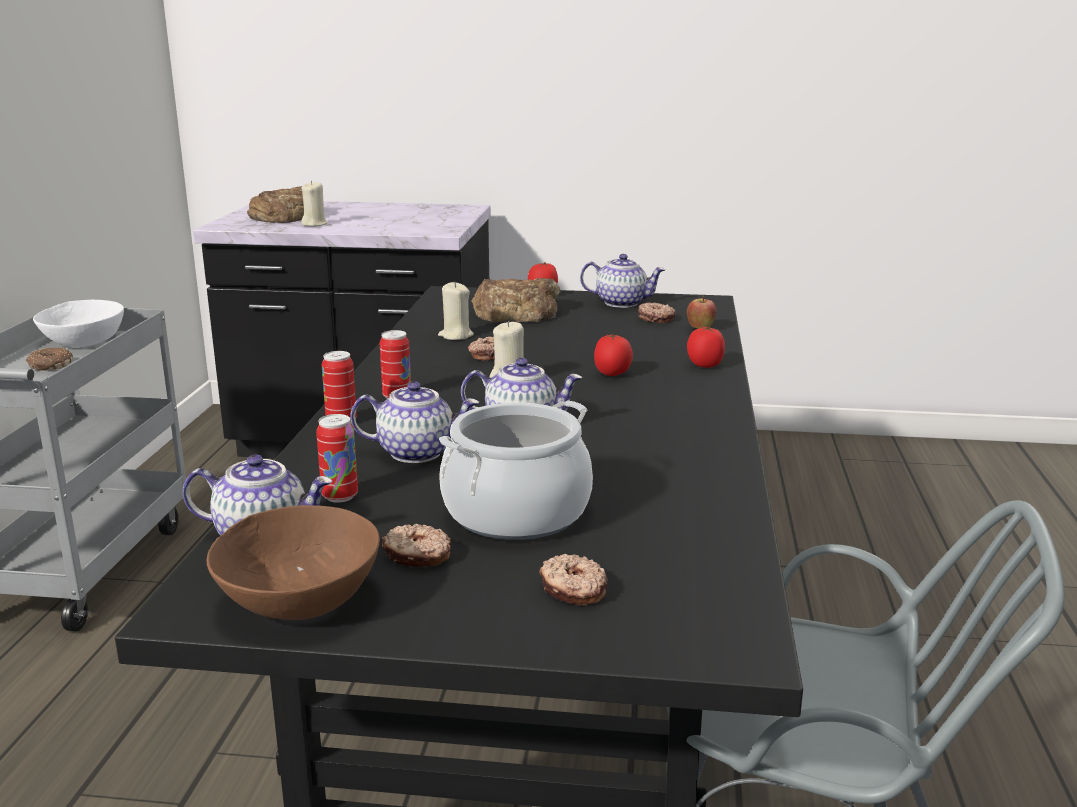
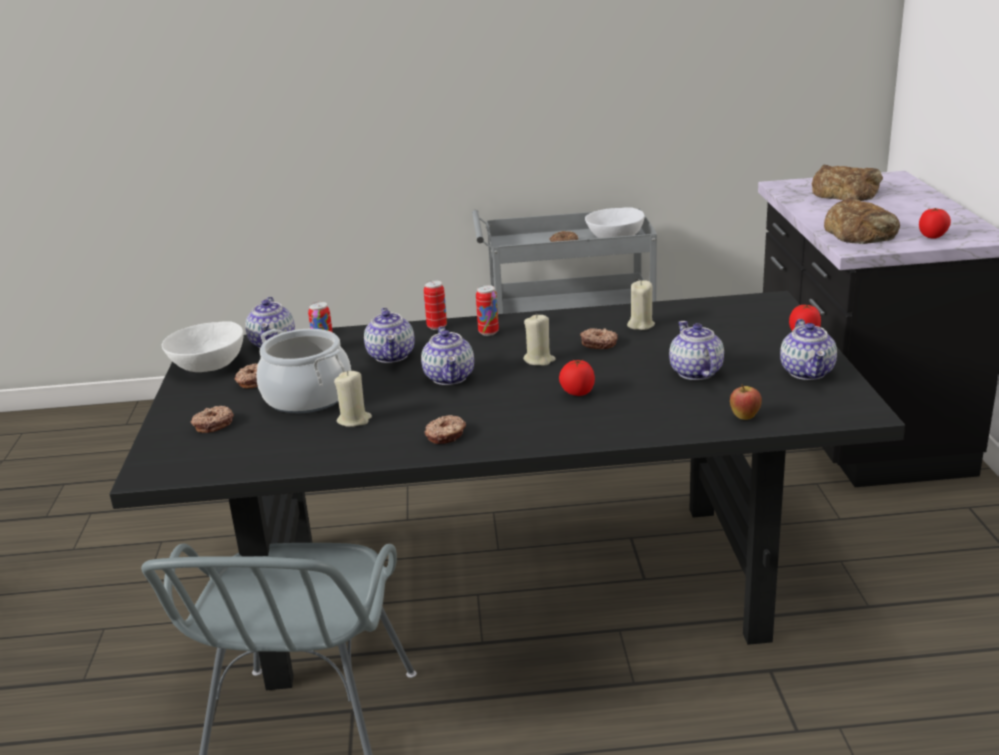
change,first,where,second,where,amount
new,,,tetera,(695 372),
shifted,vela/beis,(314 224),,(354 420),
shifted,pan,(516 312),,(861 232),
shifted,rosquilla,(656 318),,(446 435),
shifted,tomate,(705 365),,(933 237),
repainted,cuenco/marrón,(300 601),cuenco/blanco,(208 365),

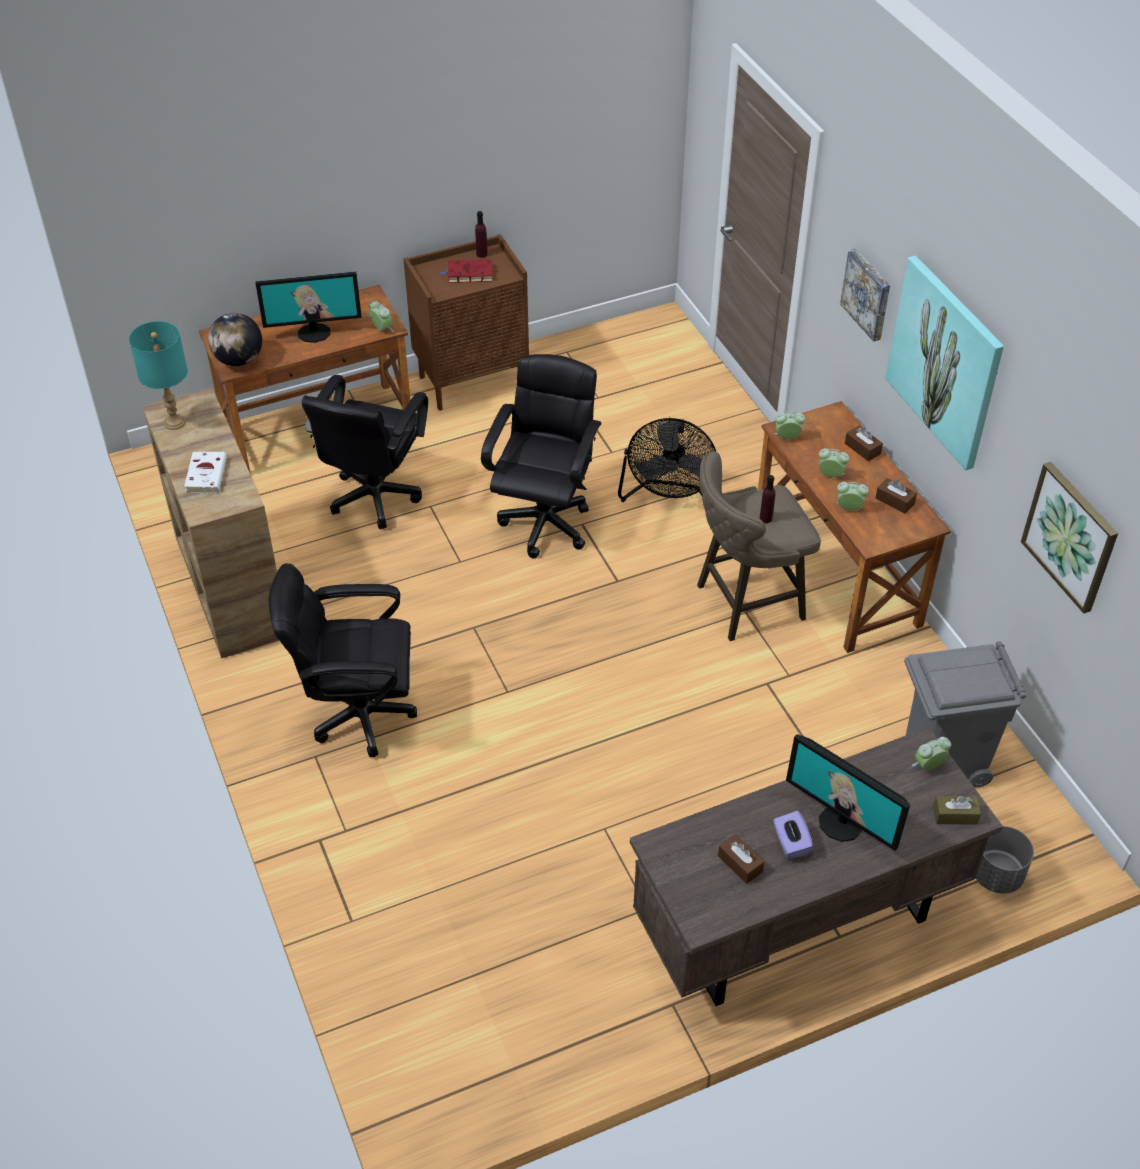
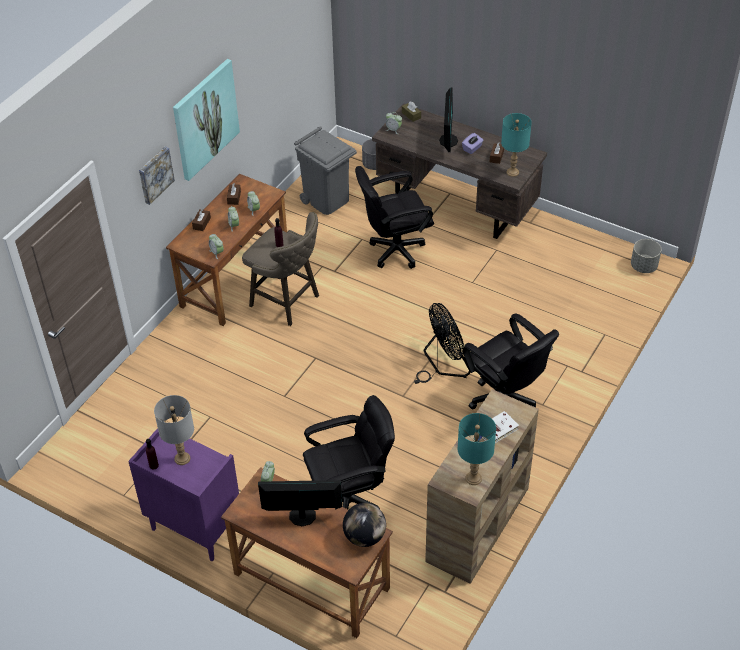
change,first,where,second,where,amount
gone,cuadro,(1070 536),,,
new,,,lámpara de mesa/turquesa,(512 172),
new,,,maceta/gris,(644 266),
shifted,silla de oficina/negro,(546 521),,(394 253),
shifted,ventilador/negro,(667 493),,(440 361),
swapped,libro/rojo,(468 274),lámpara de mesa/gris,(182 458),
repainted,armario/marrón,(472 381),armario/morado,(194 527),
rotated,monitor,(314 332),,(302 516),45 degrees counterclockwise

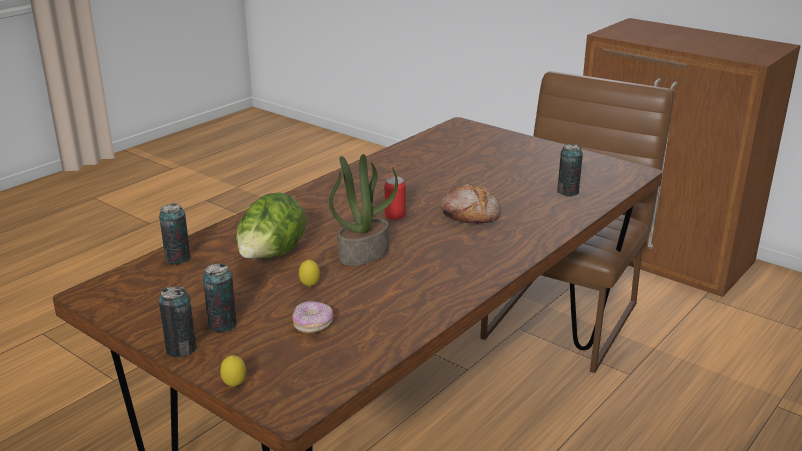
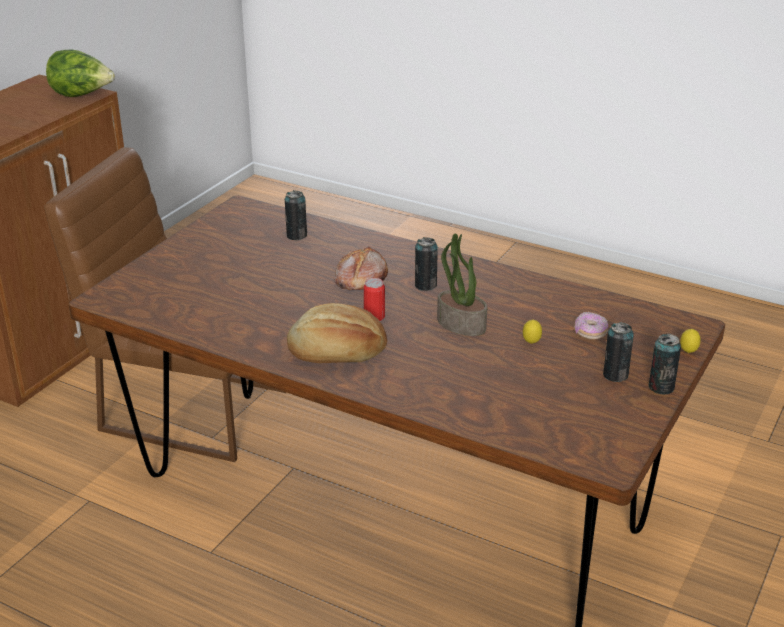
change,first,where,second,where,amount
new,,,pan,(337 354),
shifted,lata,(177 259),,(425 285),
shifted,lechuga,(271 257),,(82 95),

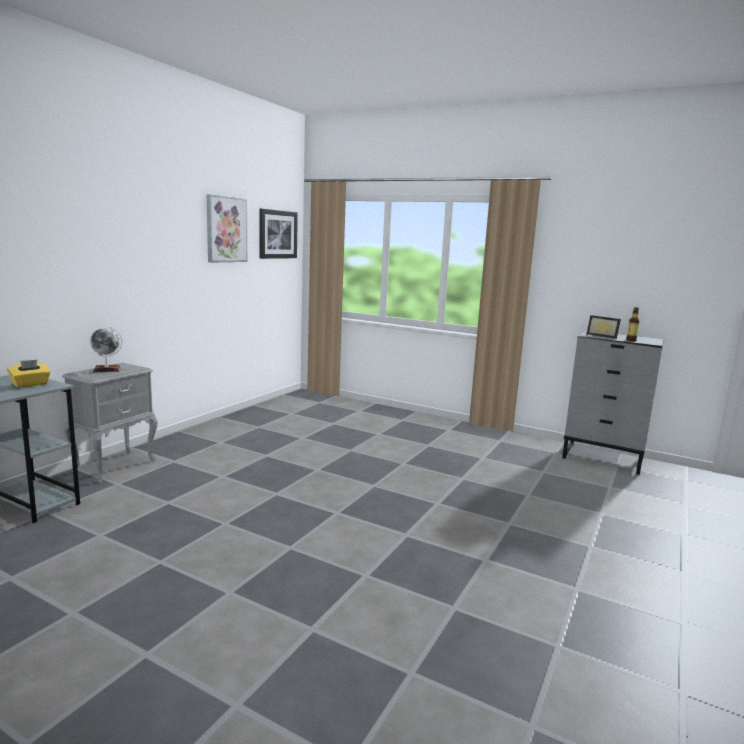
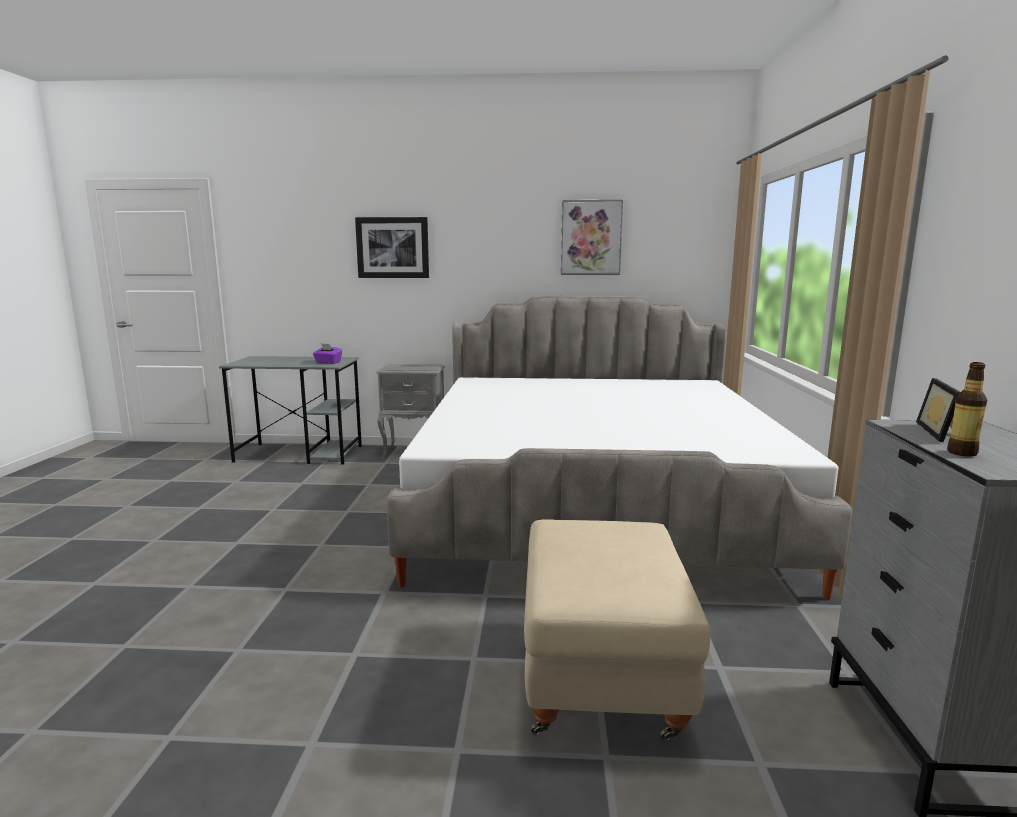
change,first,where,second,where,amount
gone,globo terráqueo,(107 370),,,
new,,,cama,(593 503),
new,,,puf/beis,(603 678),
shifted,cuadro,(277 234),,(392 247),
repainted,caja de pañuelos/amarillo,(30 384),caja de pañuelos/morado,(328 362),

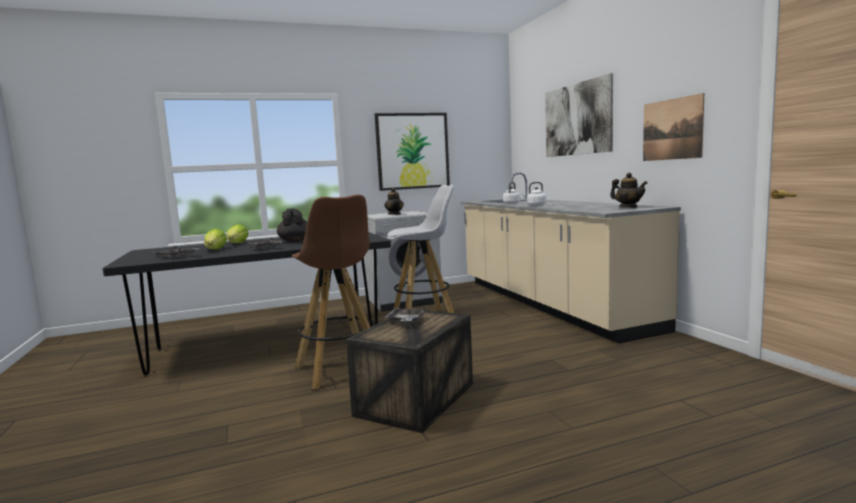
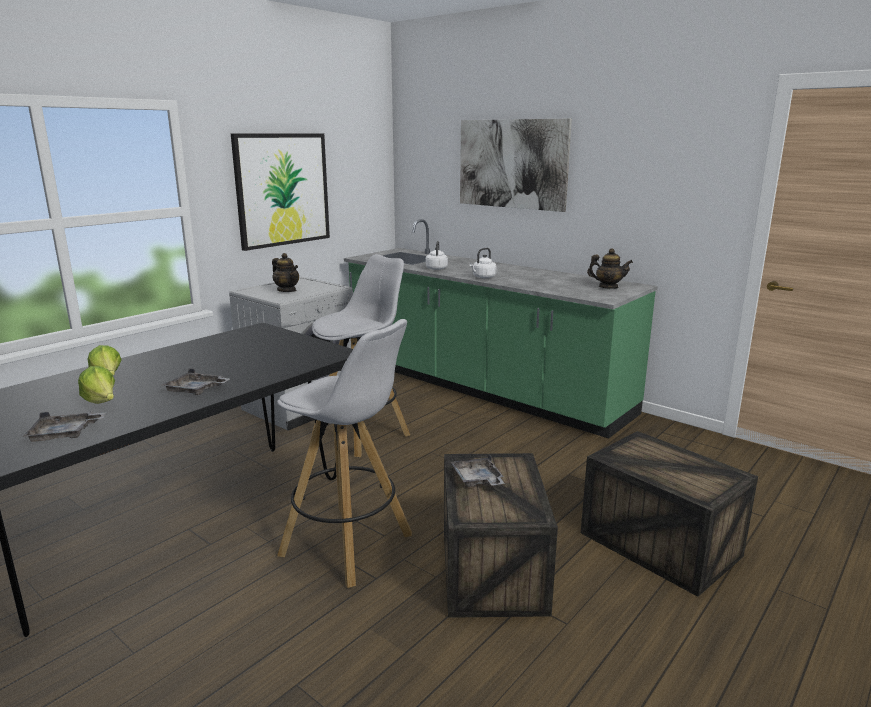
change,first,where,second,where,amount
gone,tetera/negro,(295 241),,,
gone,cuadro,(671 129),,,
new,,,caja de embalaje,(662 545),
repainted,taburete/marrón,(341 370),taburete/blanco,(348 545),
repainted,mueble bajo de cocina/beis,(548 303),mueble bajo de cocina/verde,(482 387),

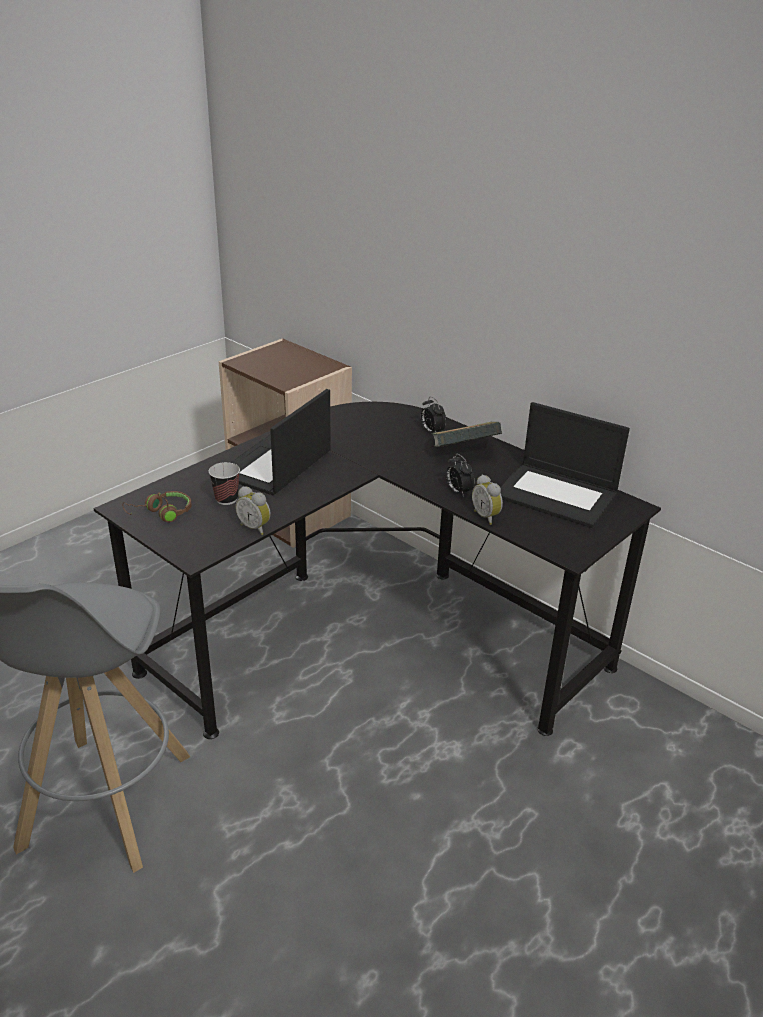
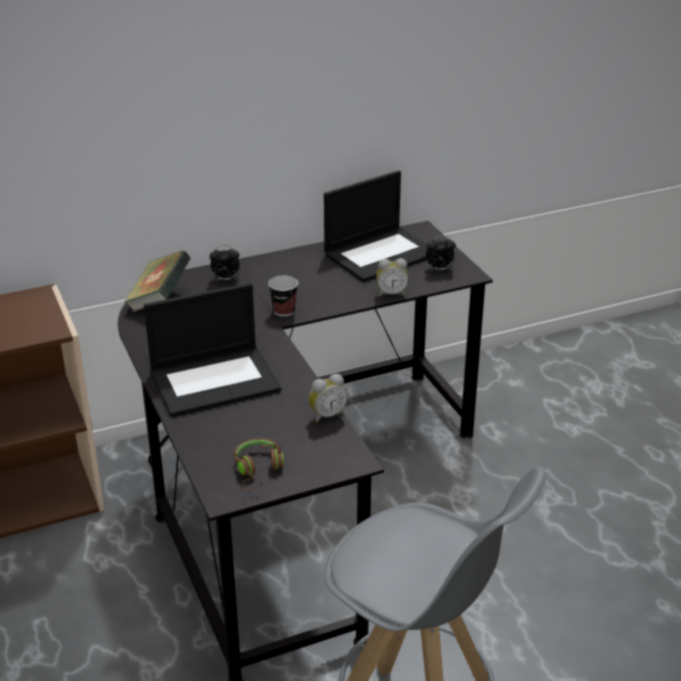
change,first,where,second,where,amount
shifted,taza,(226 499),,(284 311),
shifted,libro,(464 452),,(159 300),
shifted,despertador,(458 491),,(439 270),
rotated,portátil,(275 465),,(216 380),75 degrees counterclockwise

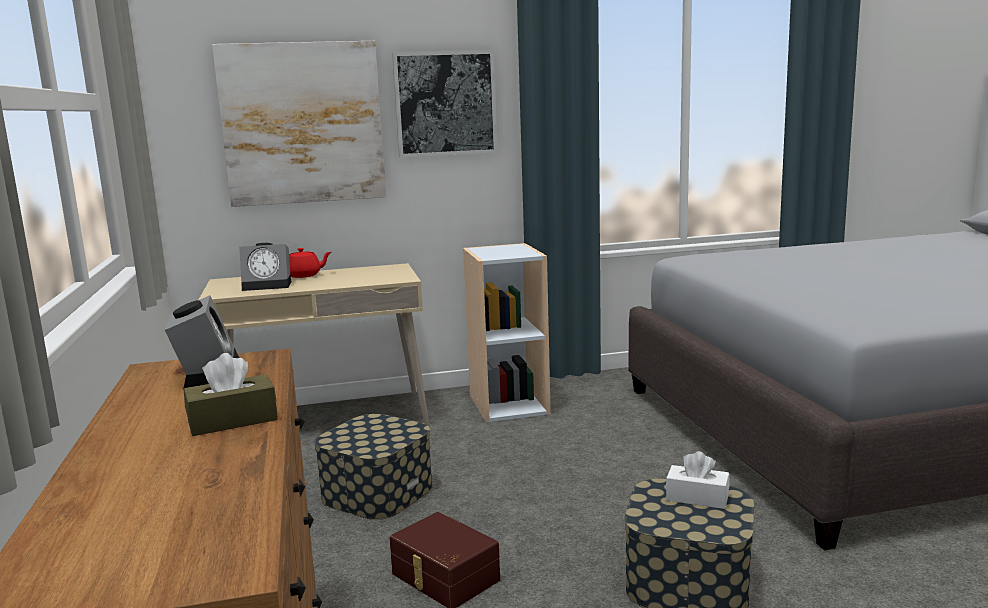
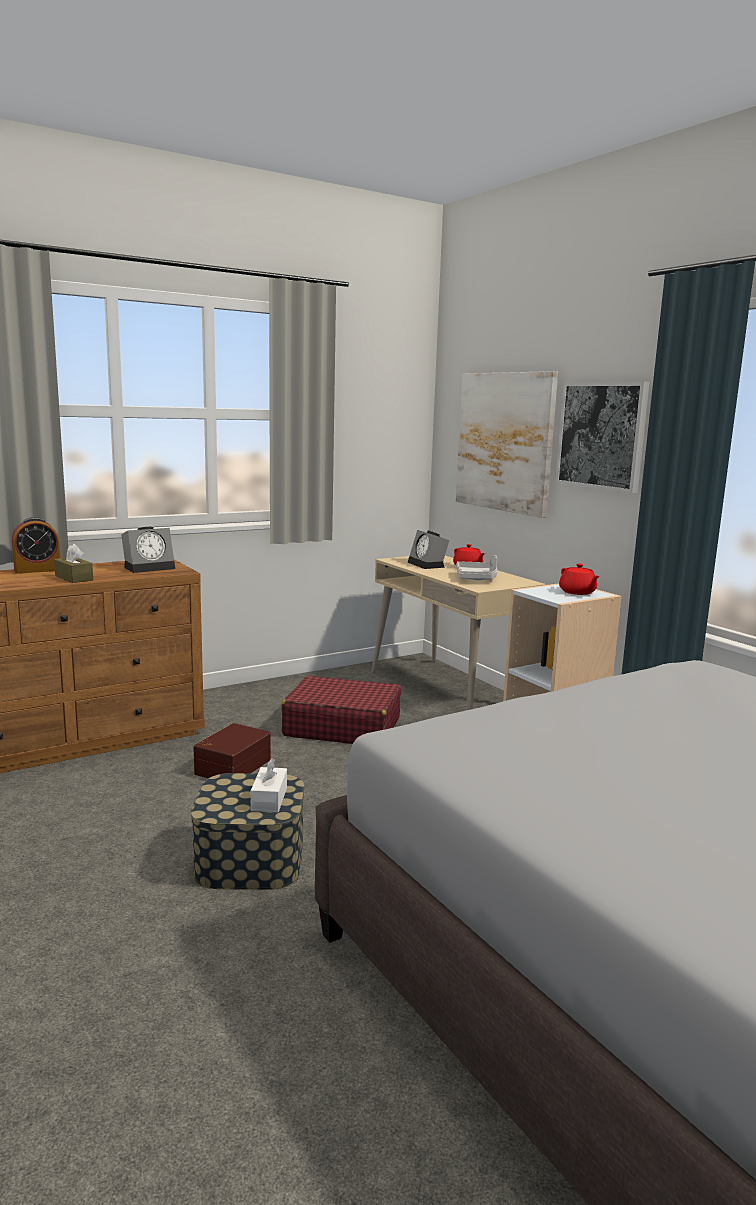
change,first,where,second,where,amount
new,,,despertador,(37 570),
new,,,bandeja/gris,(476 578),
new,,,tetera/rojo,(577 592),
swapped,caja de almacenaje,(377 492),maleta/rojo,(342 727),

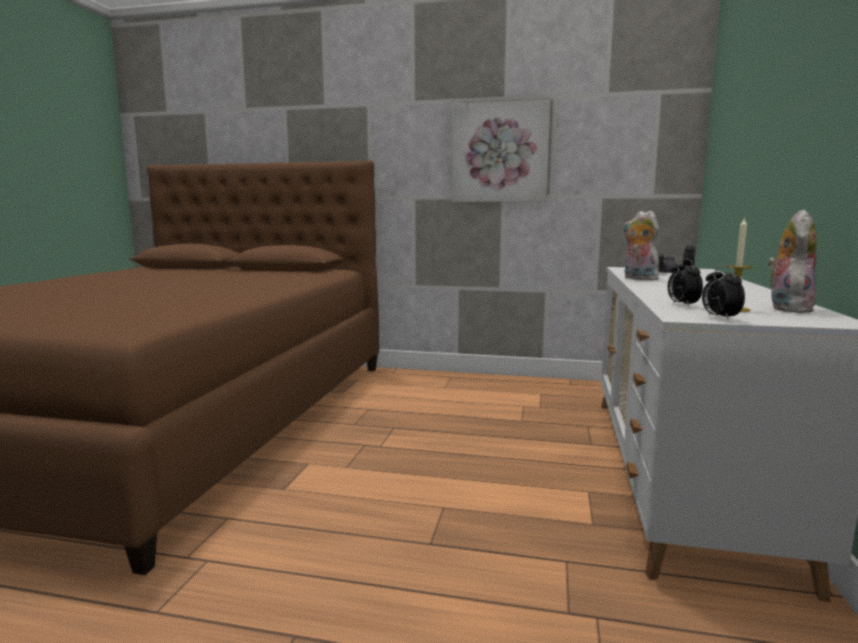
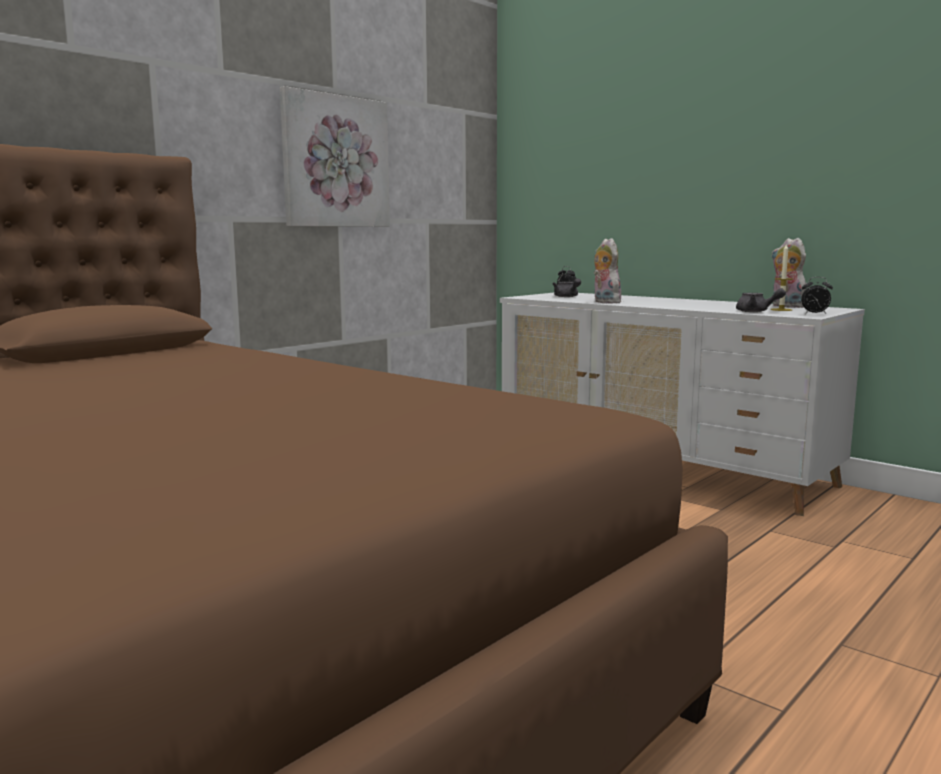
change,first,where,second,where,amount
swapped,despertador,(682 305),tetera/gris,(756 311),
rotated,peluche,(638 279),,(604 302),75 degrees clockwise

